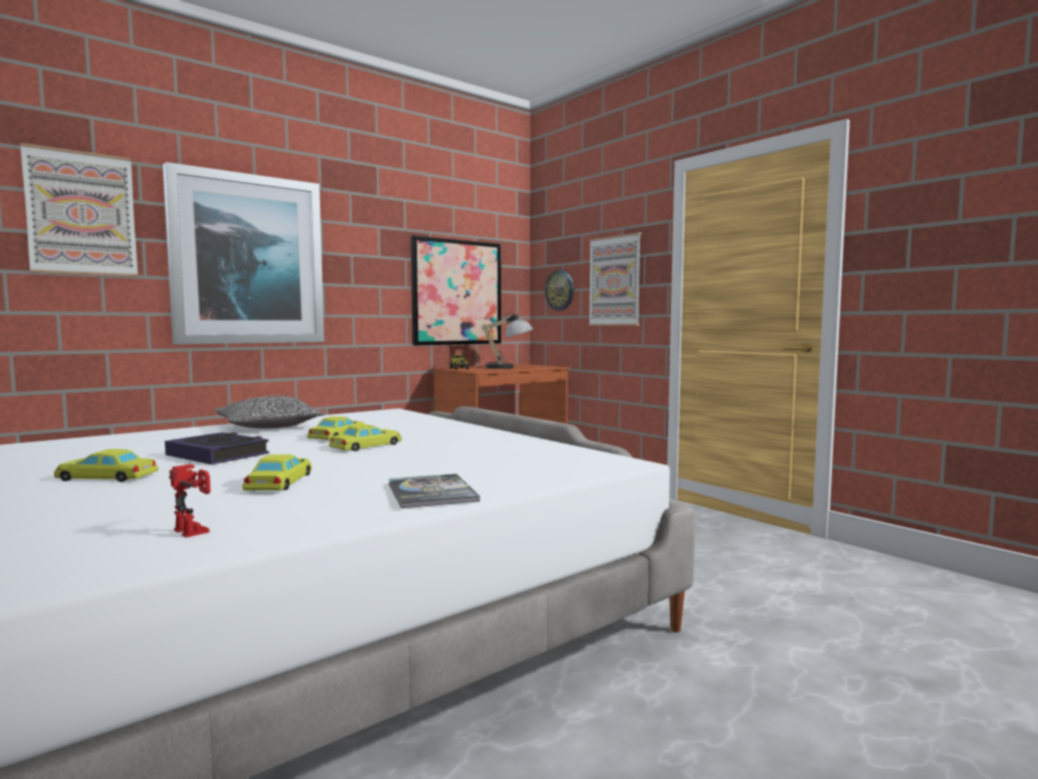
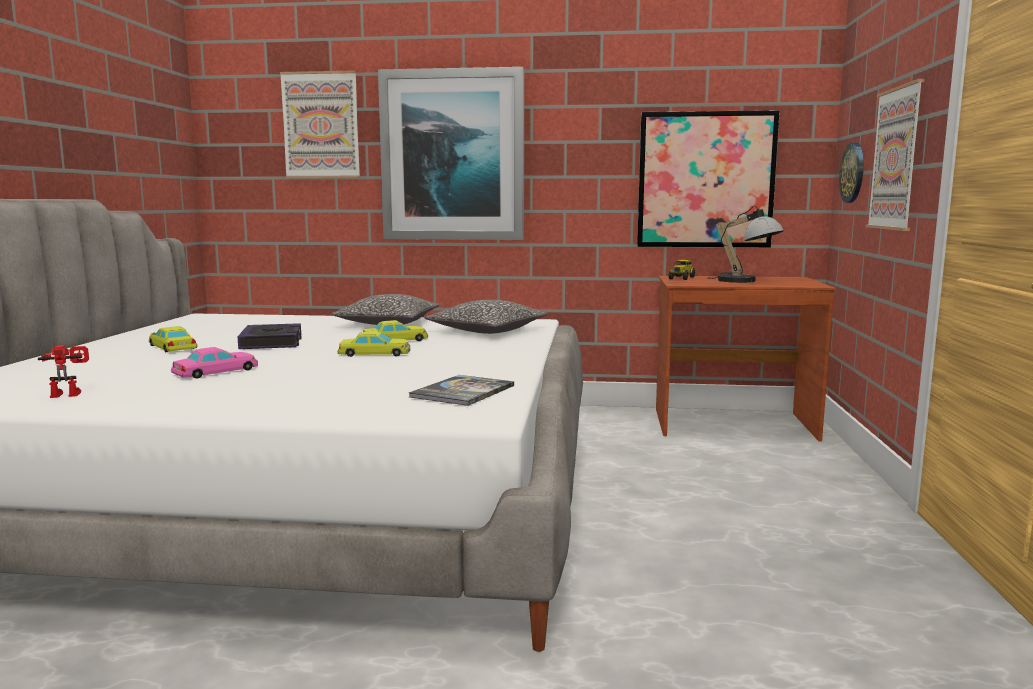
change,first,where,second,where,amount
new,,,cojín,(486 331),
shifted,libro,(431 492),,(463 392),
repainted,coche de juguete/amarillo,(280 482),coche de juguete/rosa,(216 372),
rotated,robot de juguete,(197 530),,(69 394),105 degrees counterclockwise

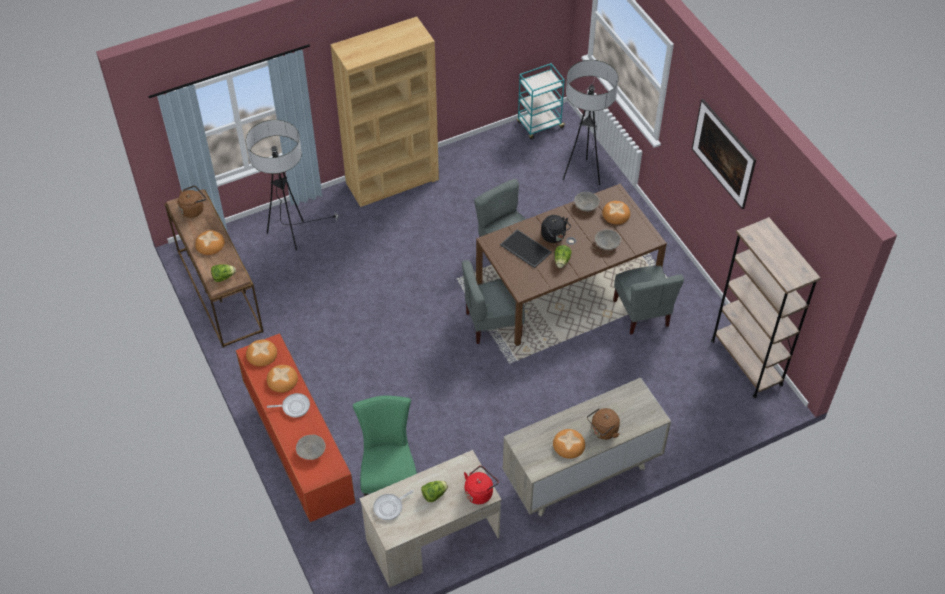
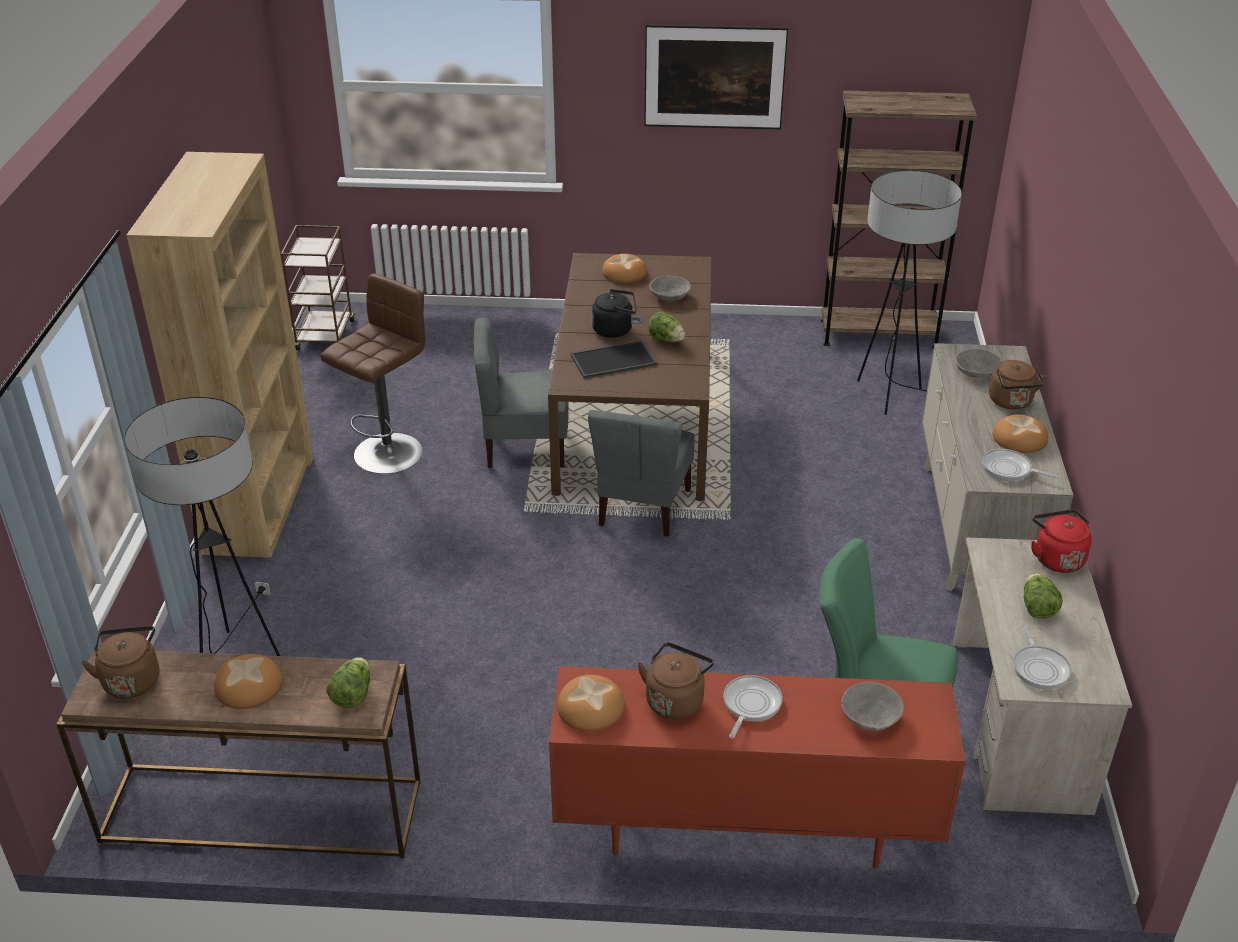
change,first,where,second,where,amount
gone,silla/gris,(642 313),,,
new,,,taburete/marrón,(389 453),
new,,,sartén,(1009 469),
shifted,lámpara de pie,(584 178),,(891 399),
shifted,cuenco/gris,(586 206),,(977 372),
swapped,pan,(282 380),hervidor/marrón,(675 699),
repainted,carrito/turquesa,(539 125),carrito/marrón,(325 336),

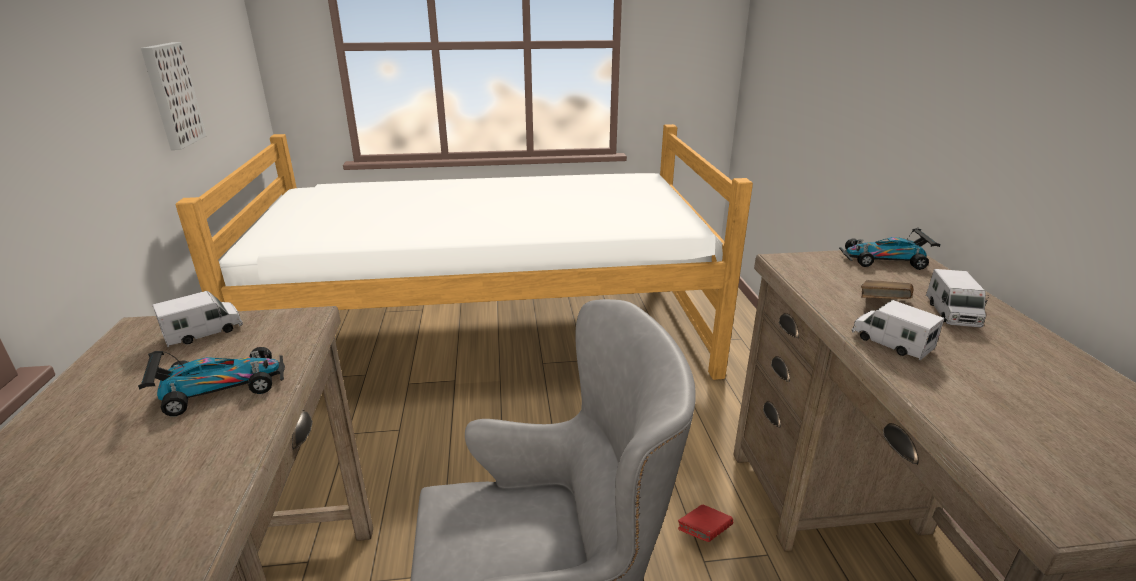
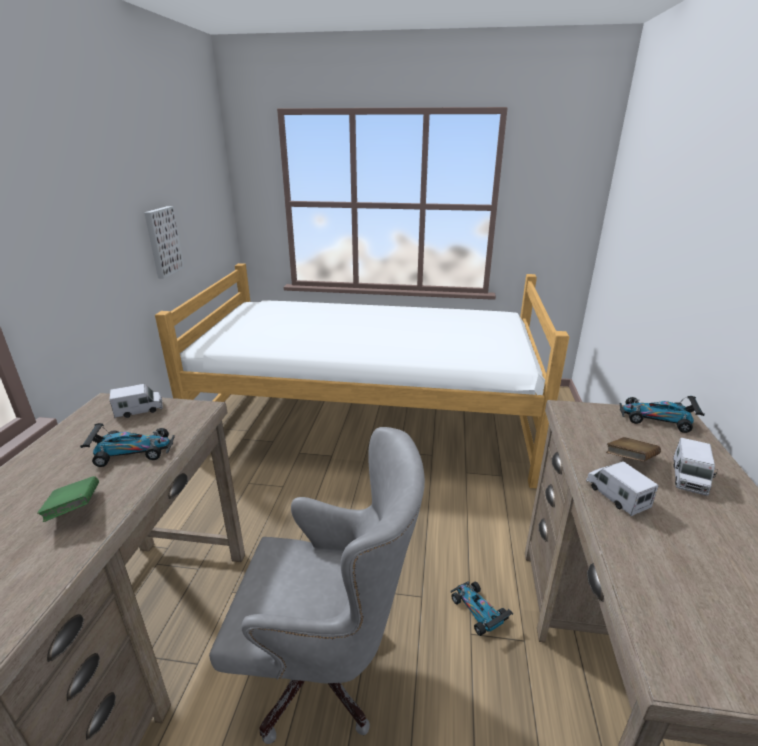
change,first,where,second,where,amount
new,,,libro/verde,(75 509),
swapped,libro/rojo,(703 533),coche de juguete,(478 611),

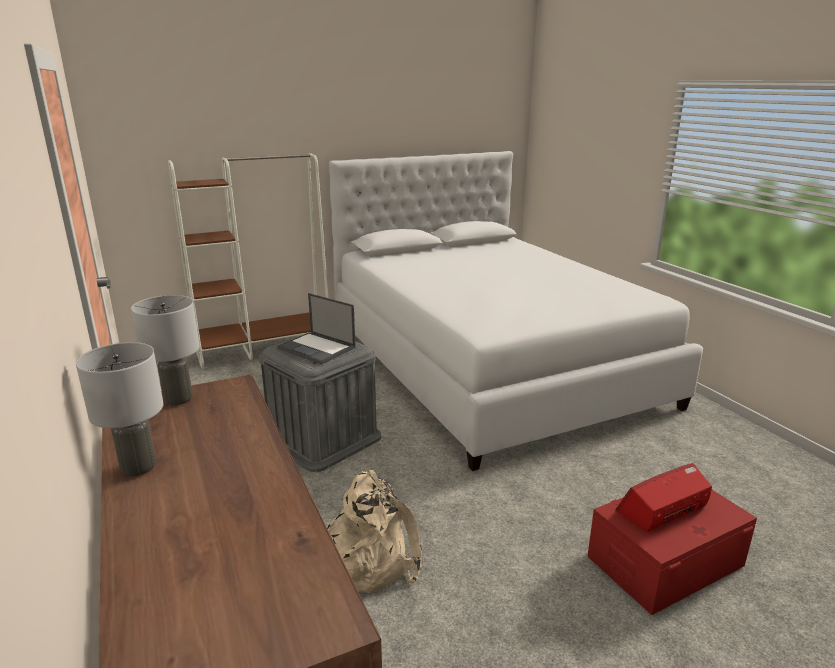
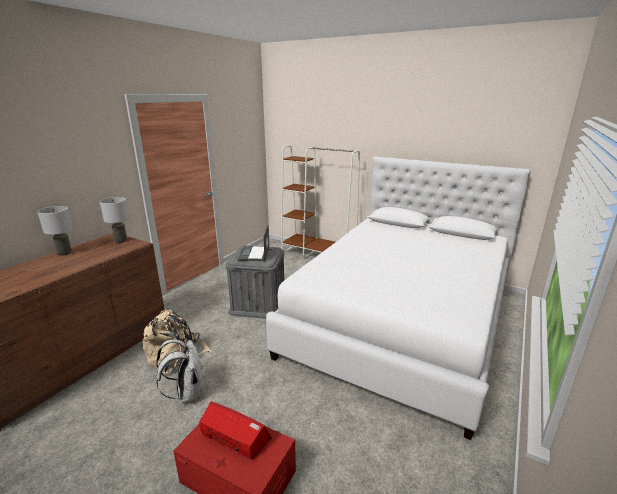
change,first,where,second,where,amount
new,,,mochila/blanco,(187 393),

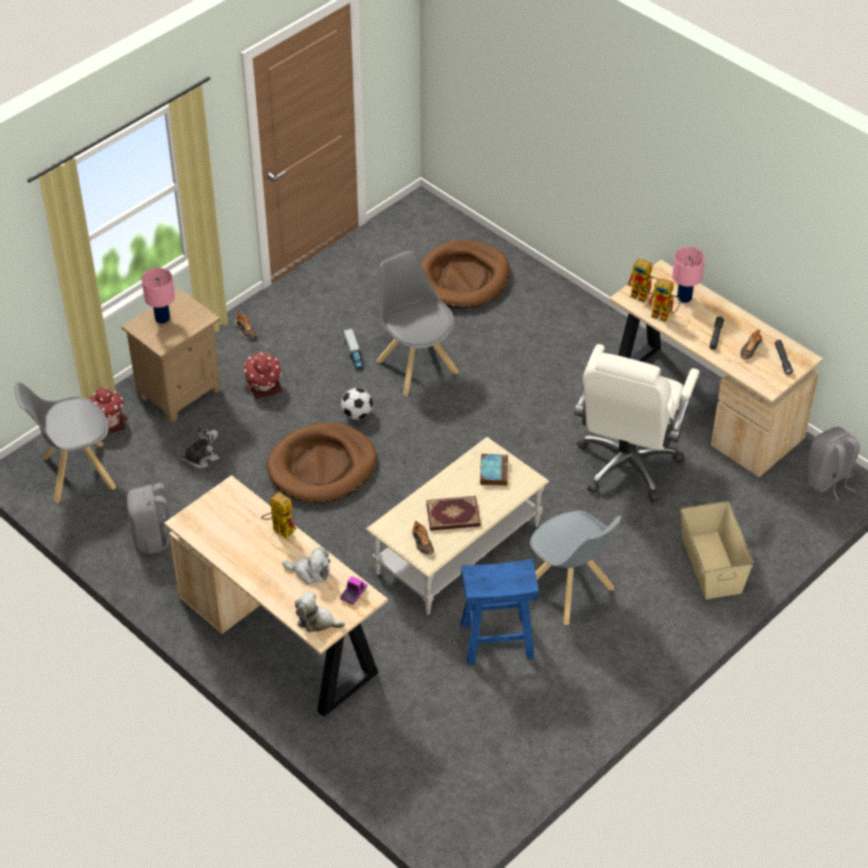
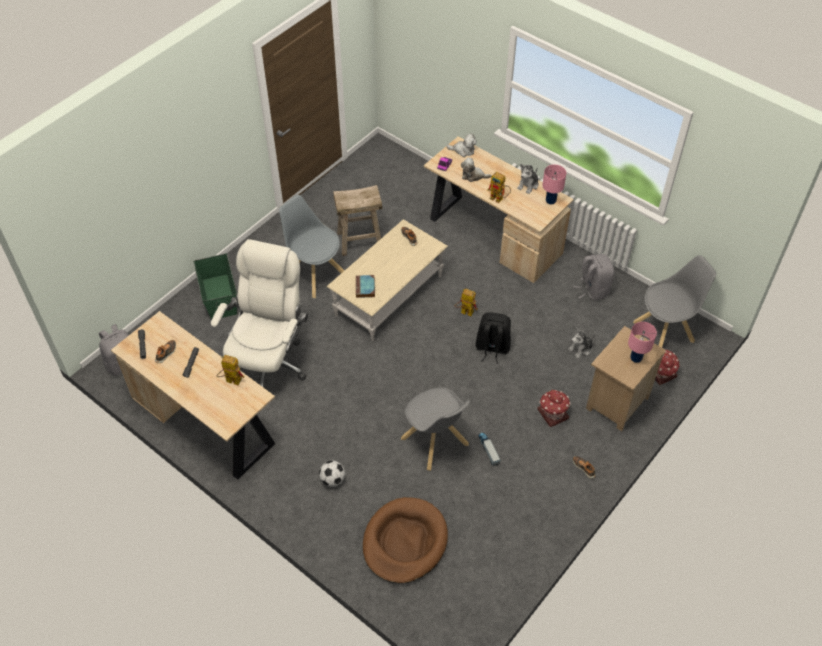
change,first,where,second,where,amount
gone,libro,(453 516),,,
new,,,peluche,(528 185),
shifted,balón de fútbol,(357 414),,(332 480),
shifted,robot de juguete,(643 296),,(464 312),
shifted,lámpara de mesa/rosa,(684 299),,(550 200),
swapped,cama para perro/marrón,(322 467),mochila/negro,(492 348),
repainted,taburete/azul,(497 641),taburete/beis,(360 240),
repainted,caja de almacenaje/beis,(712 564),caja de almacenaje/verde,(219 297),

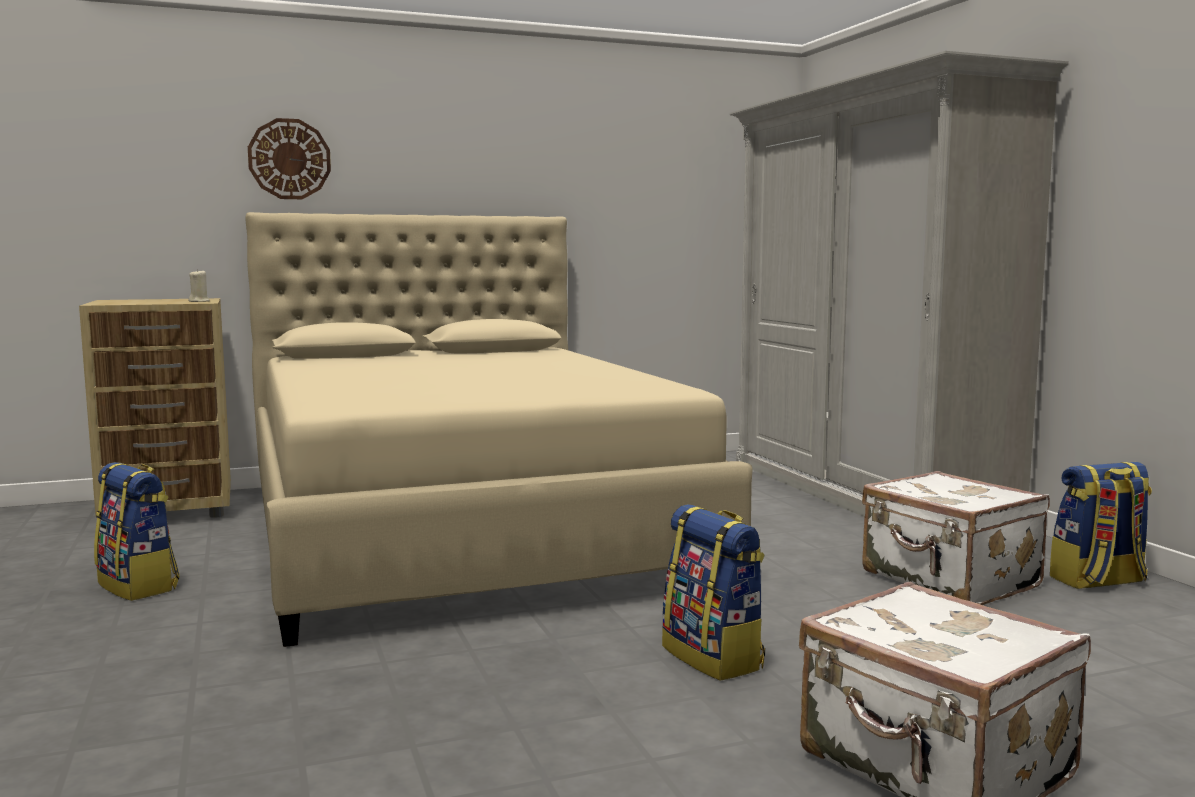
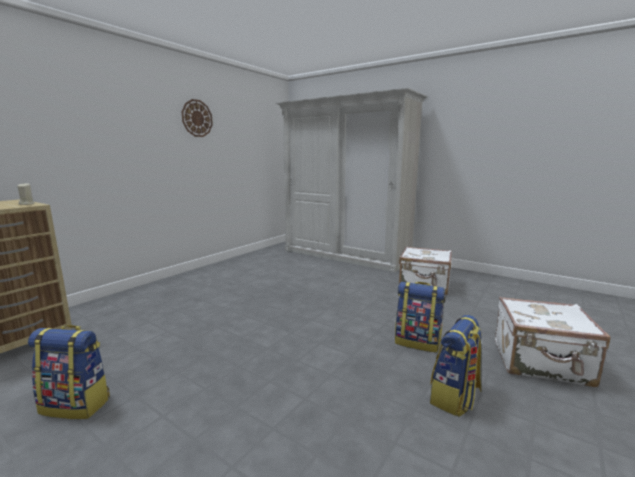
change,first,where,second,where,amount
gone,cama/beis,(464 529),,,
shifted,reloj de pared,(289 159),,(197 118),
shifted,mochila,(1098 581),,(455 397),

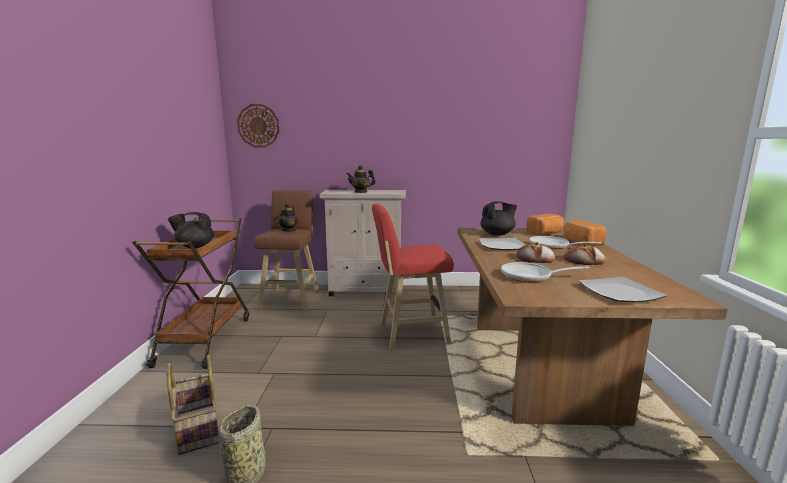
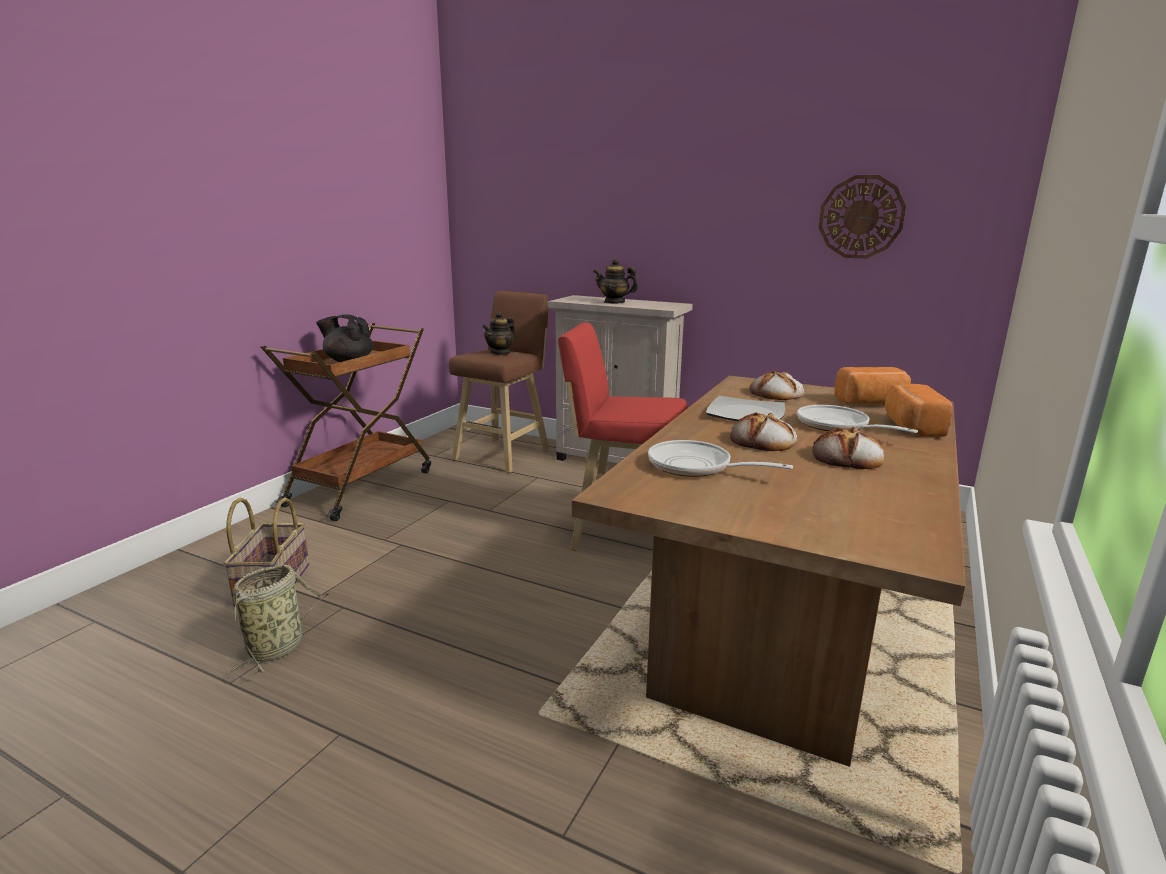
change,first,where,second,where,amount
gone,plato,(620 292),,,
shifted,reloj de pared,(258 126),,(861 217),
swapped,tetera/negro,(497 234),pan,(776 394),

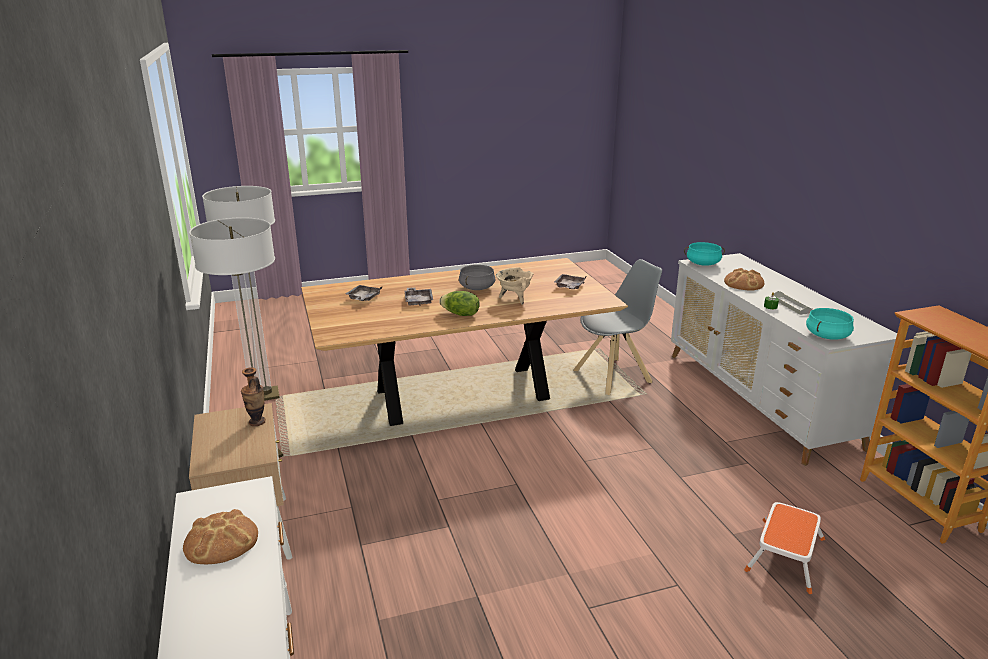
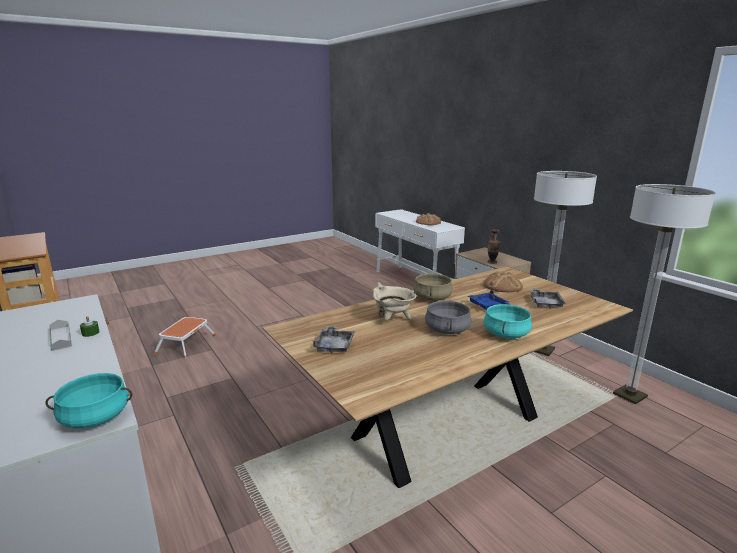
change,first,where,second,where,amount
gone,silla/gris,(614 375),,,
shifted,pan,(743 283),,(502 286),
shifted,olla/turquesa,(827 335),,(506 334),
swapped,lechuga,(460 314),olla/beis,(431 298),
repainted,bandeja/gris,(418 301),bandeja/azul,(488 306),

